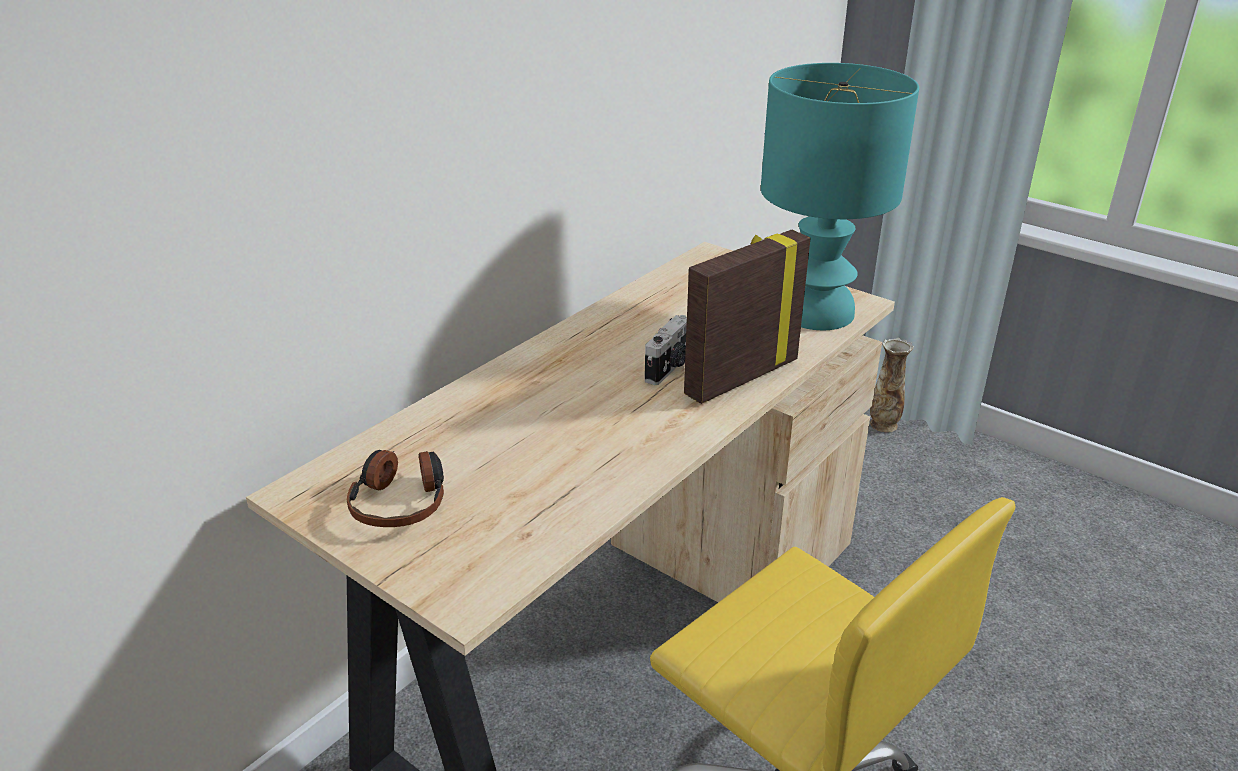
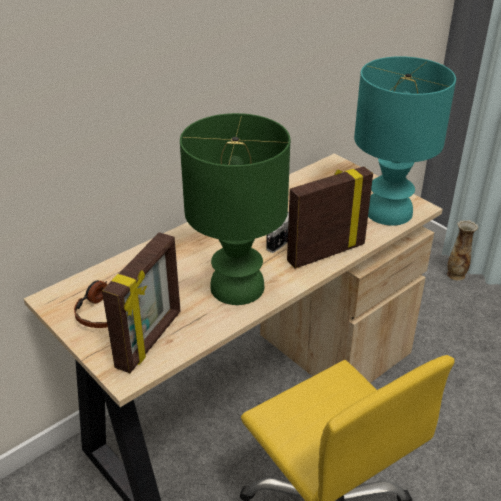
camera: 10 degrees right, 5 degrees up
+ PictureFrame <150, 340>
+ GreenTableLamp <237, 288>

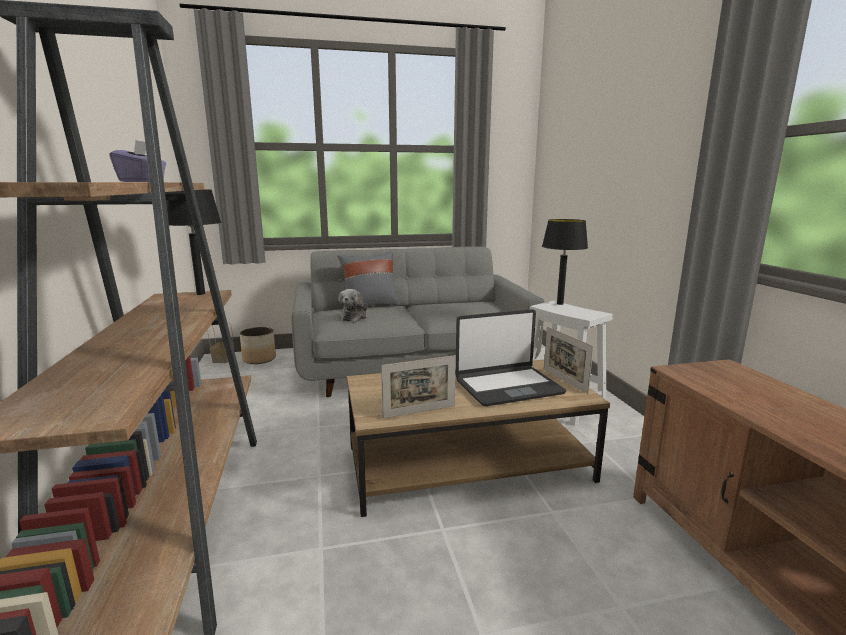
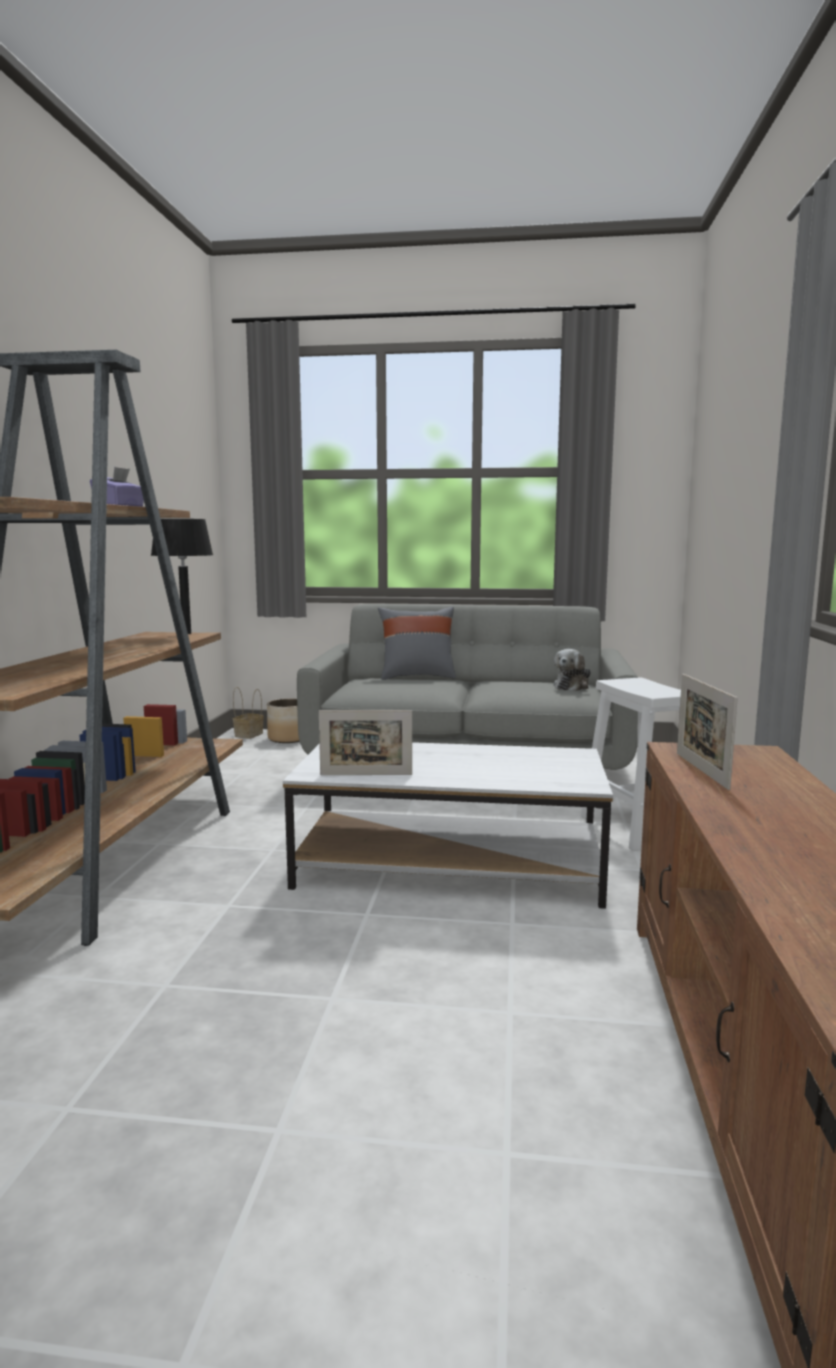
camera: 20 degrees right, 5 degrees down
~ PlushToy <354, 317> to <572, 686>
~ BrownCoffeeTable <467, 463> to WhiteCoffeeTable <450, 865>
- Laptop <507, 386>
- BlackTableLamp <559, 304>
~ PictureFrame <564, 381> to <701, 770>

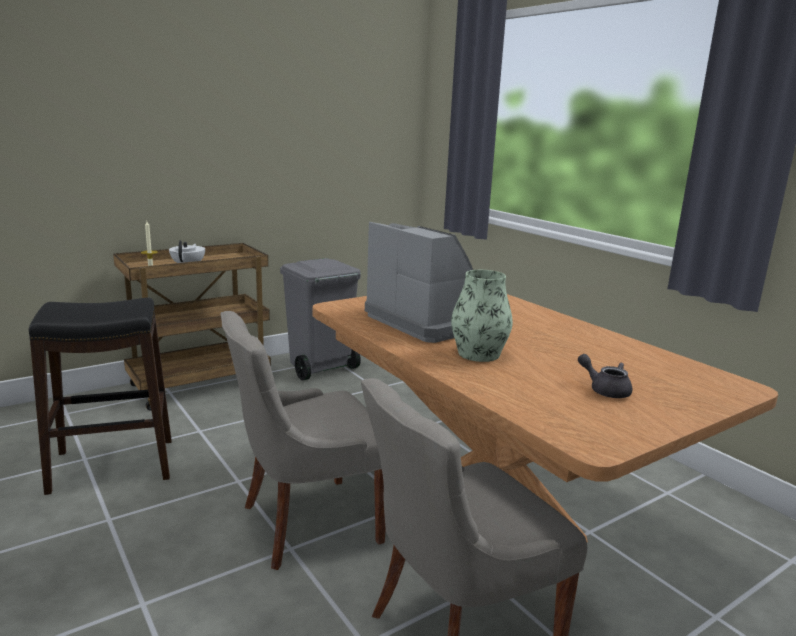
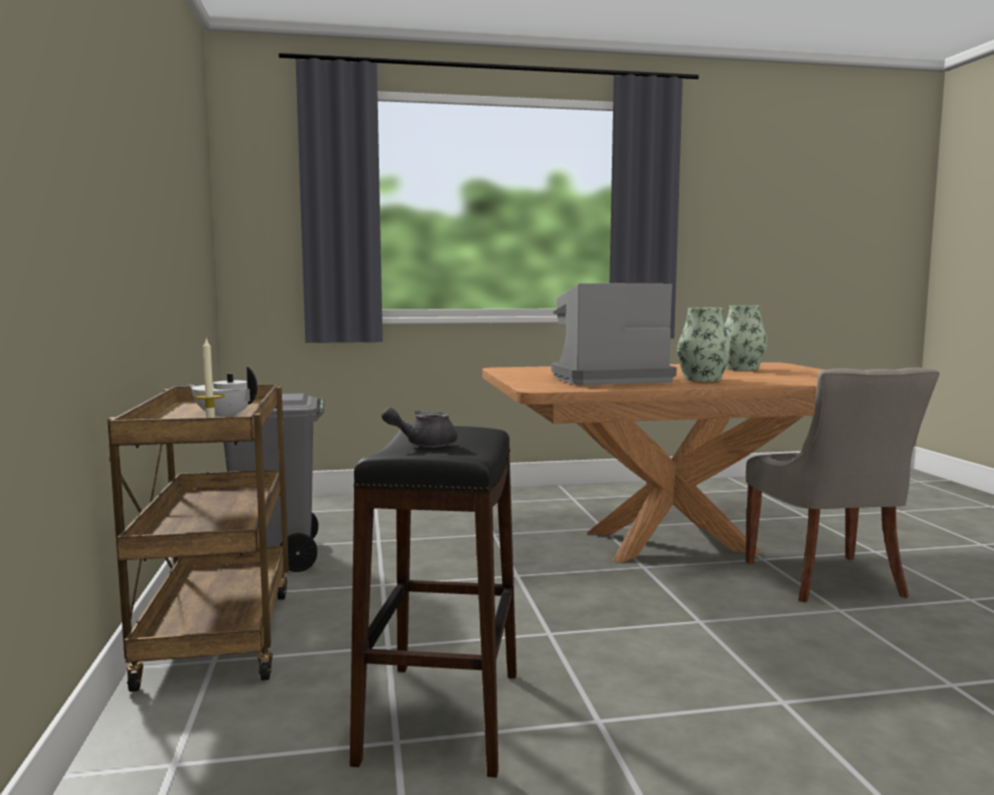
camera: 65 degrees left, 10 degrees down
- GreyChair <307, 523>
~ GreyTeapot <605, 390> to <423, 444>
+ Vase <741, 368>

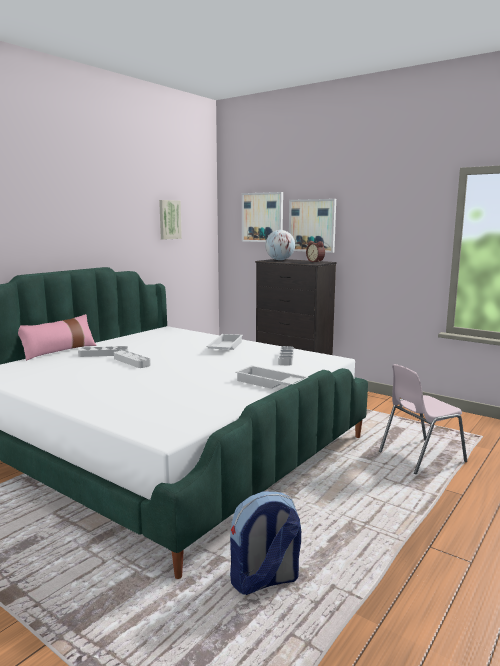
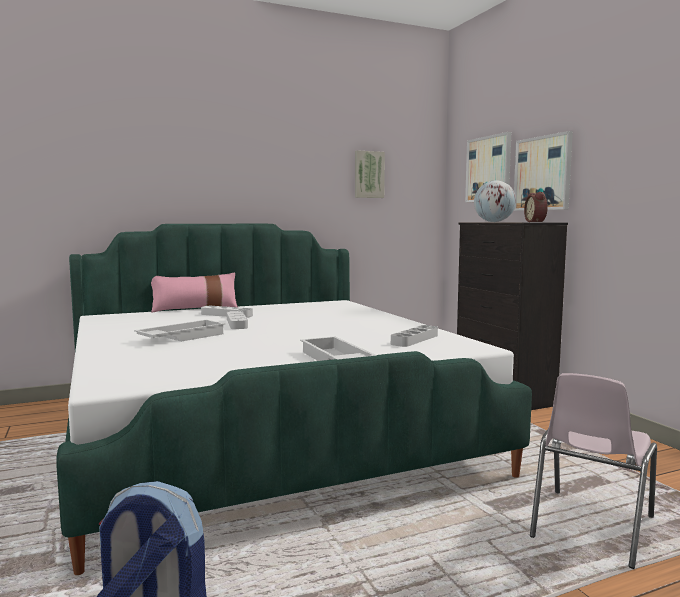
camera: 30 degrees right, 5 degrees down
~ WhiteTray <224, 347> to <181, 337>
~ PinkChair <420, 456> = <590, 527> 60 degrees counterclockwise

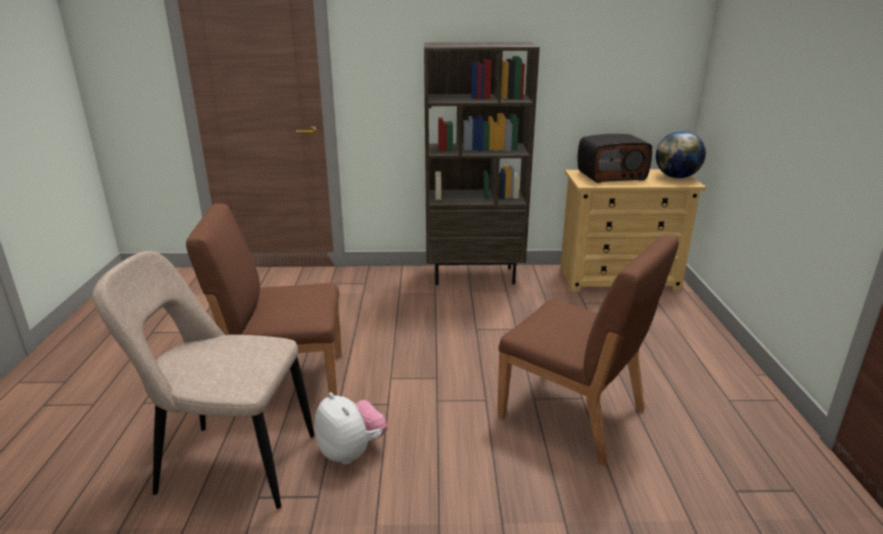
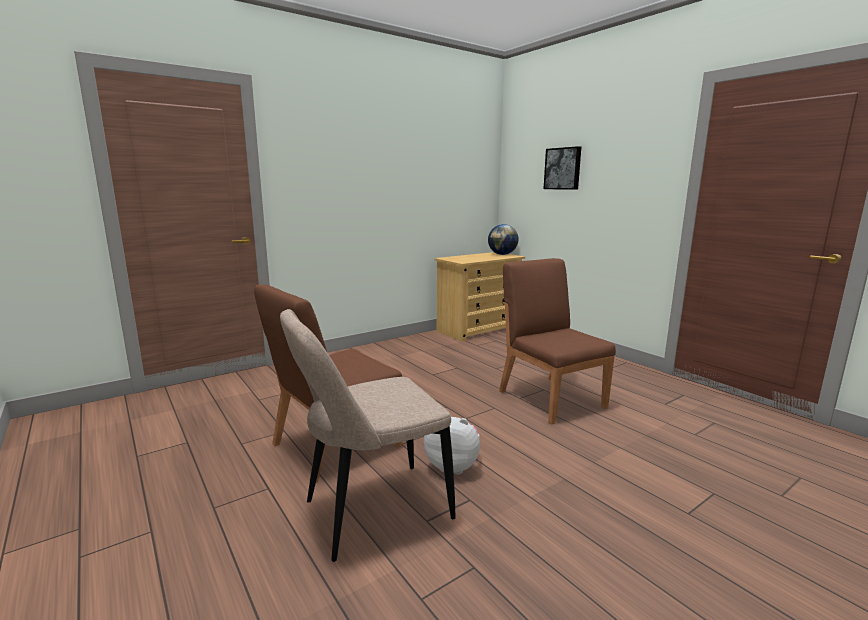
camera: 35 degrees left, 10 degrees down
- BrownBookcase <474, 275>
~ BrownChair <573, 414> = <550, 398> 120 degrees counterclockwise
- Radio <611, 175>
+ Picture <563, 168>

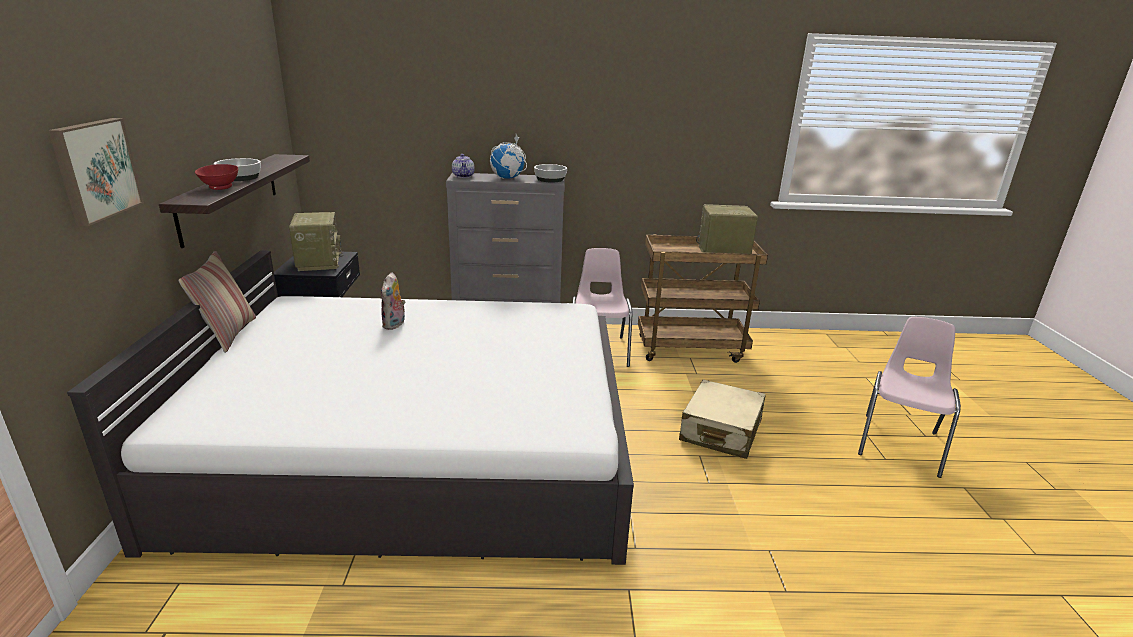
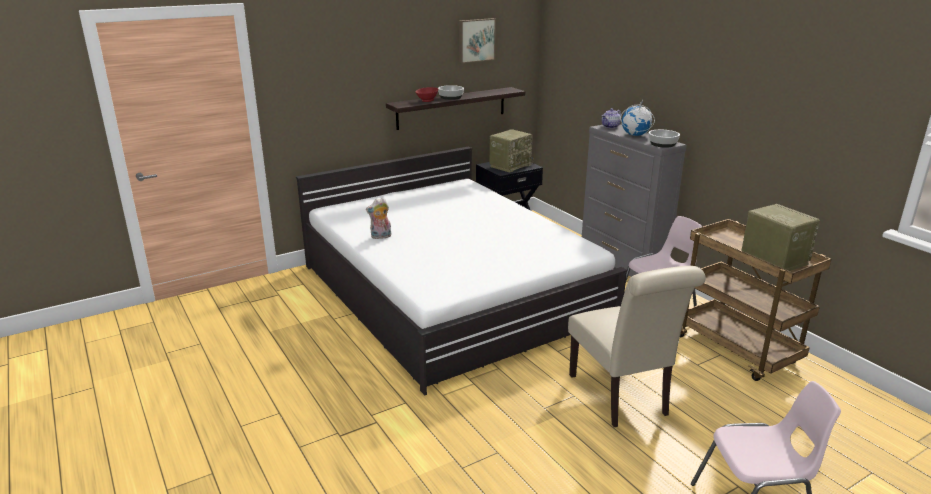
camera: 60 degrees right, 0 degrees up
~ Picture <95, 170> to <476, 40>
- Pillow <228, 334>
~ PlushToy <394, 325> to <380, 237>
~ BeigeSuitcase <720, 431> to BeigeChair <621, 398>

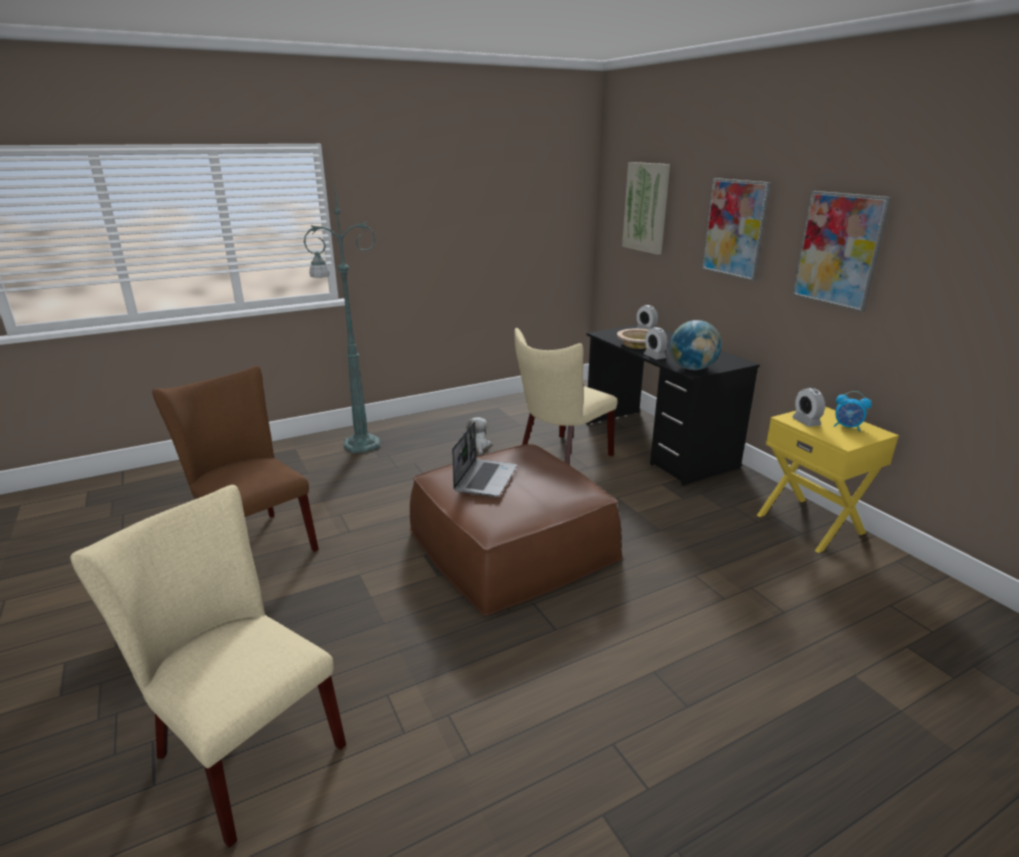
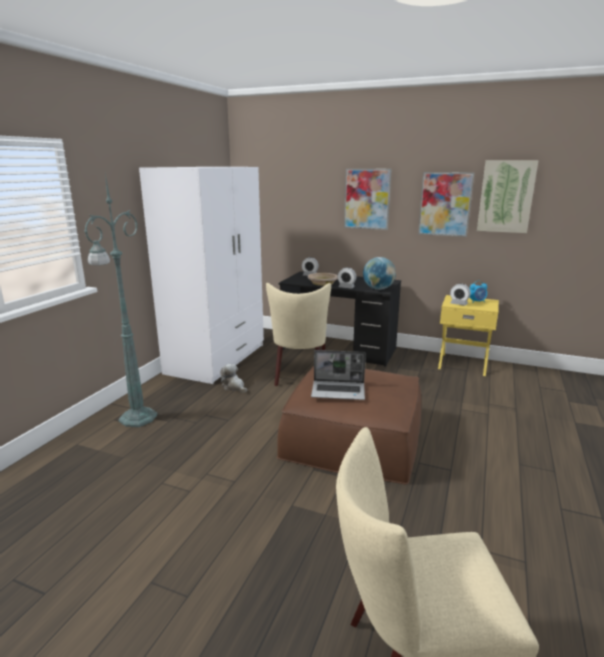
camera: 40 degrees left, 5 degrees down
- BrownChair <253, 543>
~ Laptop <485, 478> = <339, 391> 120 degrees clockwise
~ Picture <646, 207> to <506, 196>
+ WhiteWardrobe <217, 359>

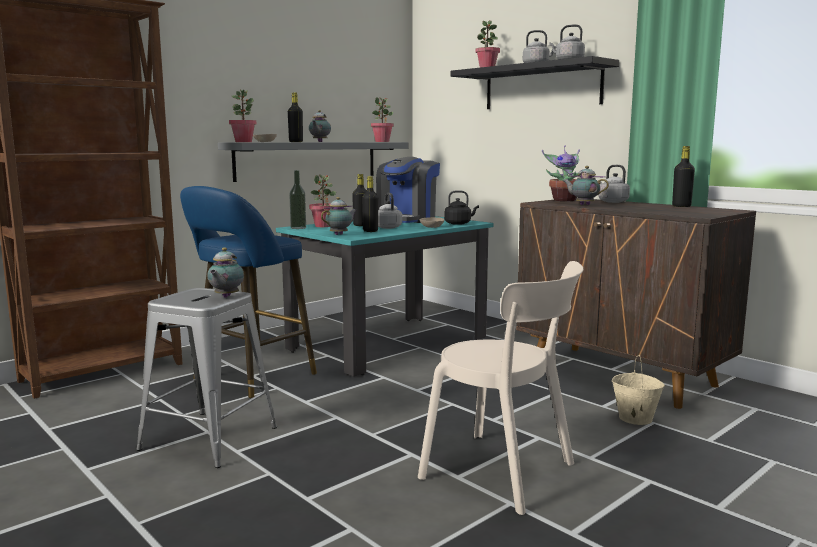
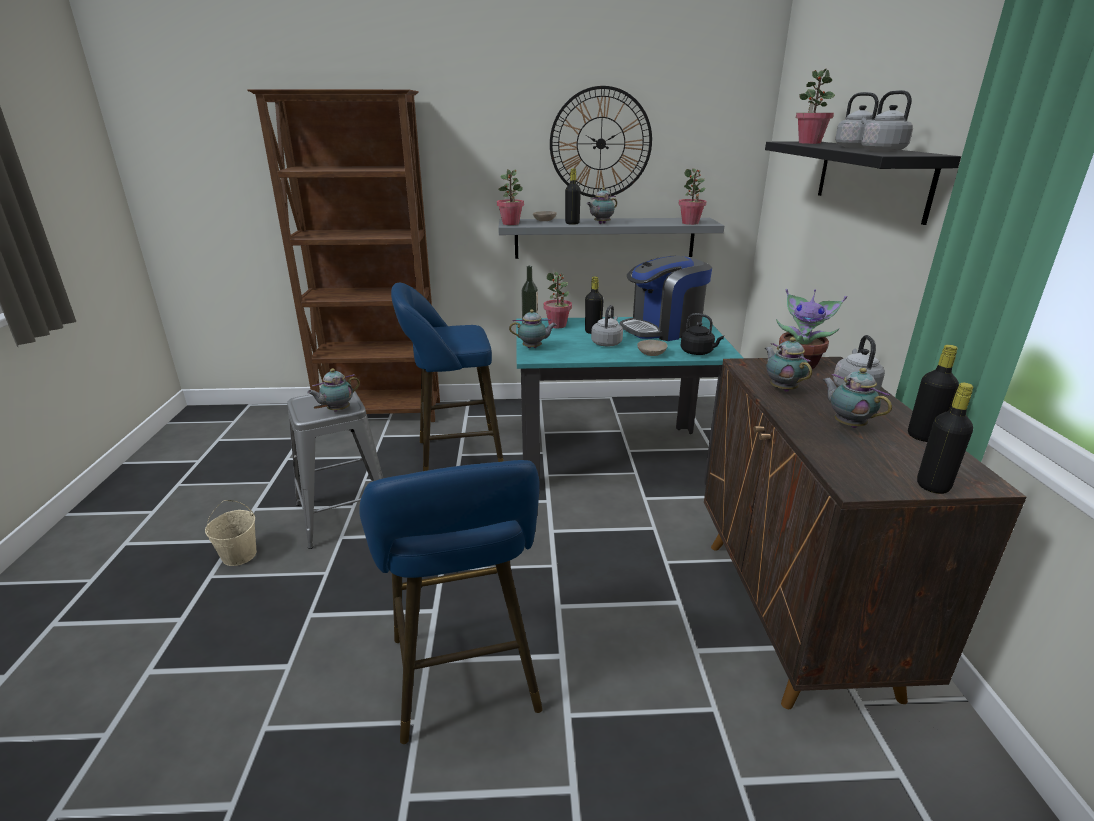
camera: 40 degrees right, 15 degrees up
~ BlackBottle <370, 231> to <933, 486>
~ BeigeChair <504, 473> to BlueStool <465, 681>
~ BeigeBucket <634, 418> to <239, 555>
+ WallClock <600, 143>
+ Teapot <847, 424>

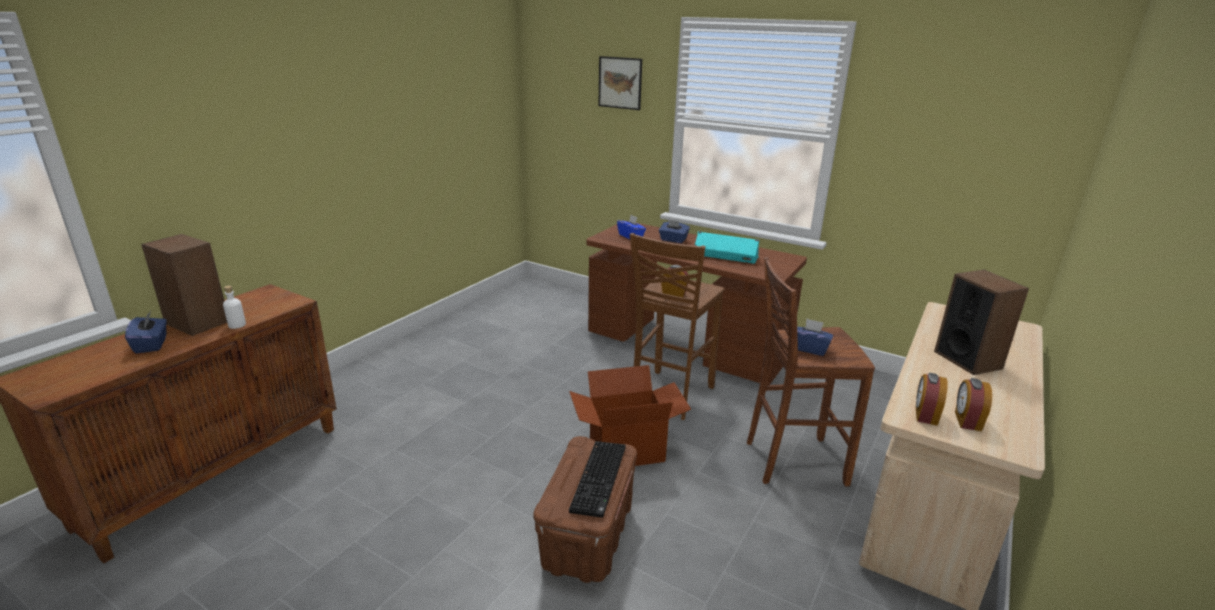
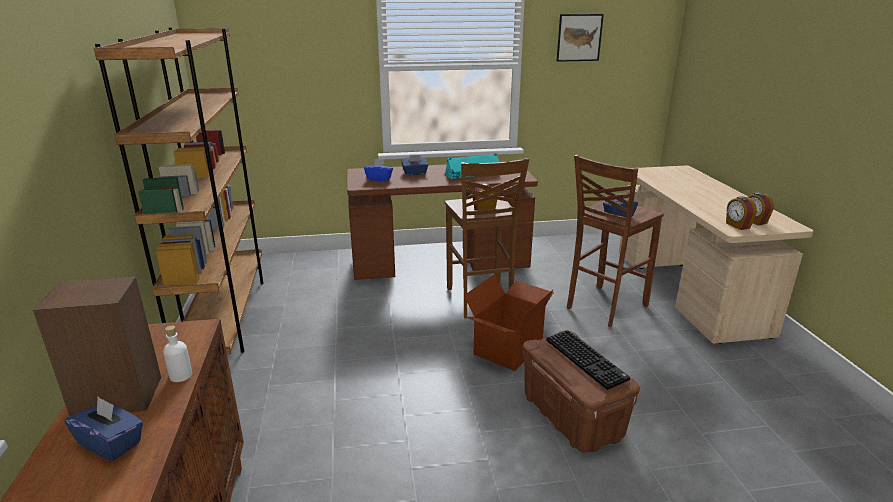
camera: 40 degrees left, 0 degrees up
~ Picture <620, 83> to <579, 37>
- Speaker <967, 360>
+ BrownBookcase <225, 316>

